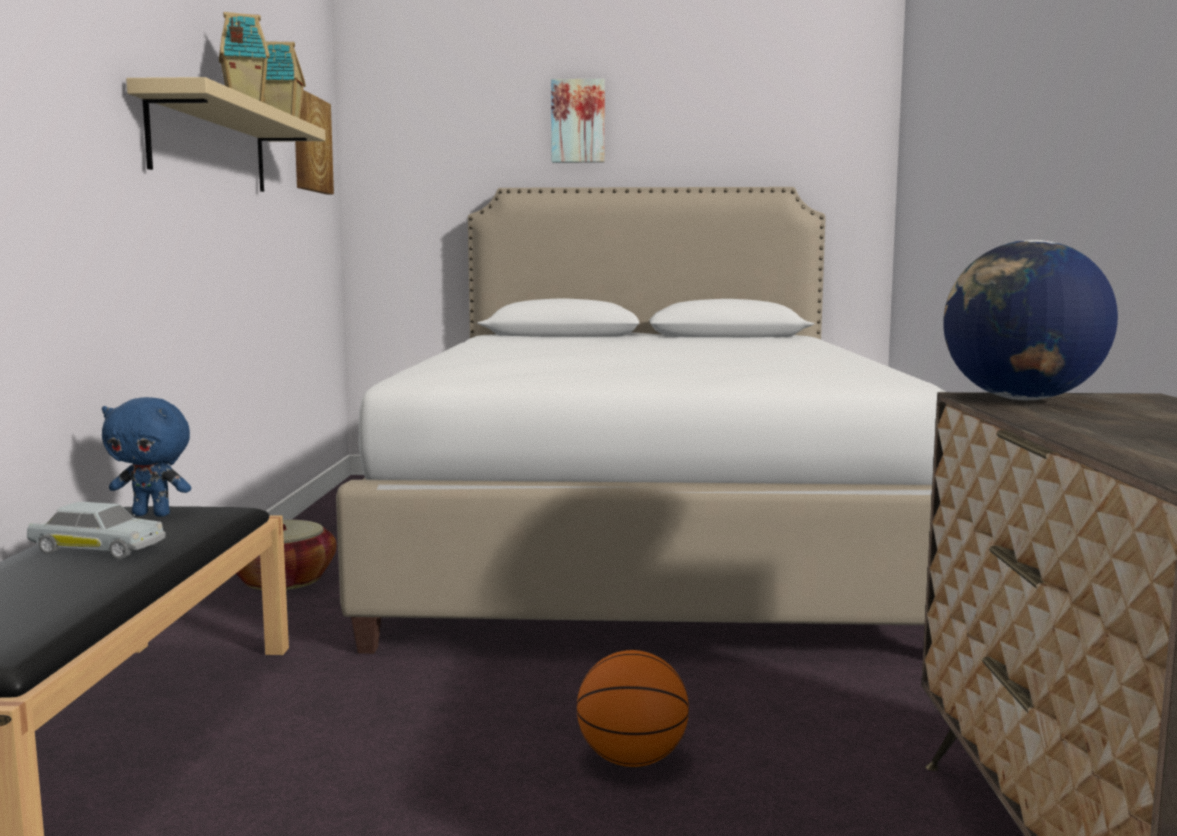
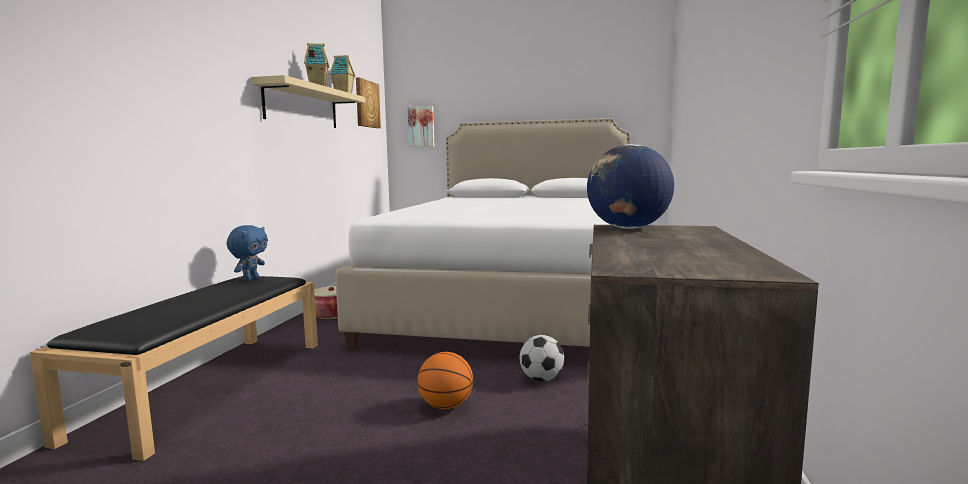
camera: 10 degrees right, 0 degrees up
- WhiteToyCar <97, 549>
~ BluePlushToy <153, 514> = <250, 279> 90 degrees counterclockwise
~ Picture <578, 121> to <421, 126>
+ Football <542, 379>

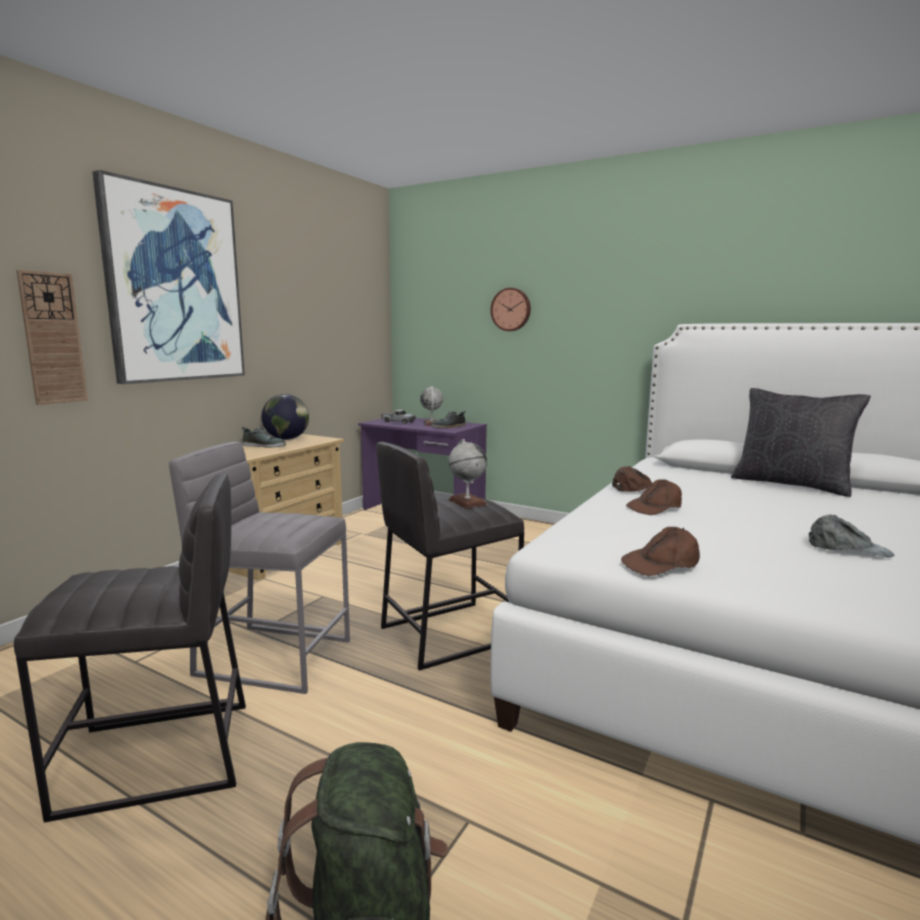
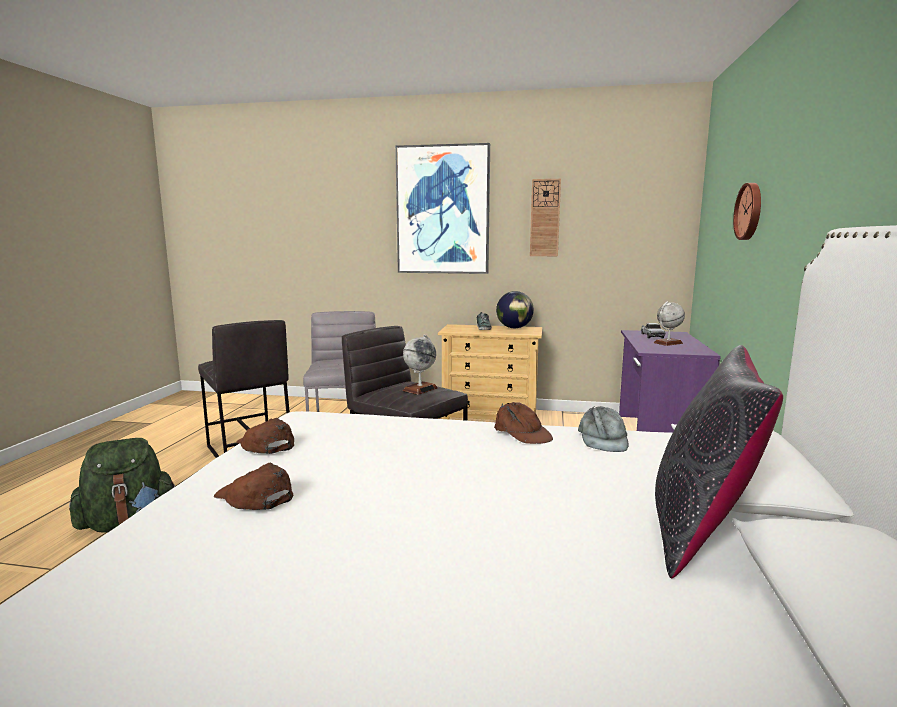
camera: 70 degrees right, 0 degrees up
~ WallClock <53, 338> to <545, 218>
- Shoe <449, 427>
~ BrownCap <655, 507> to <254, 496>
~ GreyCap <848, 548> to <602, 439>

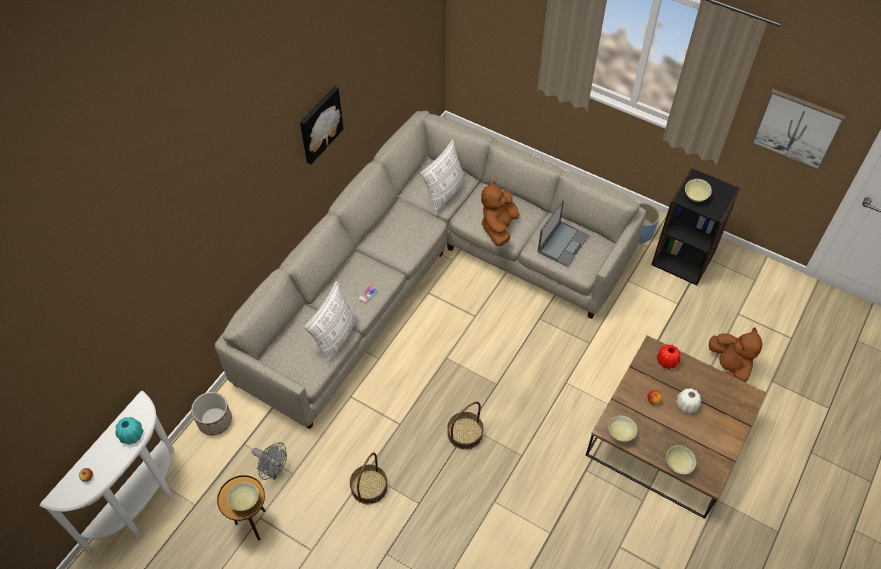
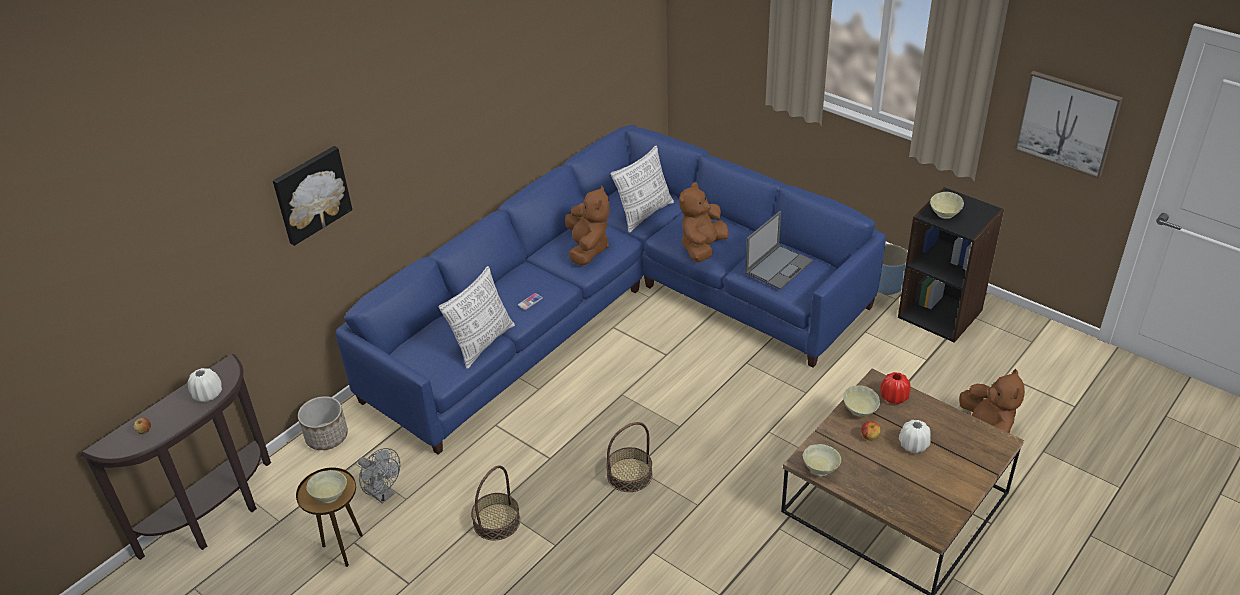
camera: 10 degrees right, 15 degrees down
~ WhiteConsoleTable <142, 506> to BrownConsoleTable <217, 516>
~ TurquoiseVase <132, 435> to WhiteVase <208, 394>
~ GreySofa <427, 273> to BlueSofa <616, 308>
~ Picture <319, 124> to <311, 194>
~ BeigeBowl <678, 465> to <859, 411>
+ BrownPlushToy <587, 249>

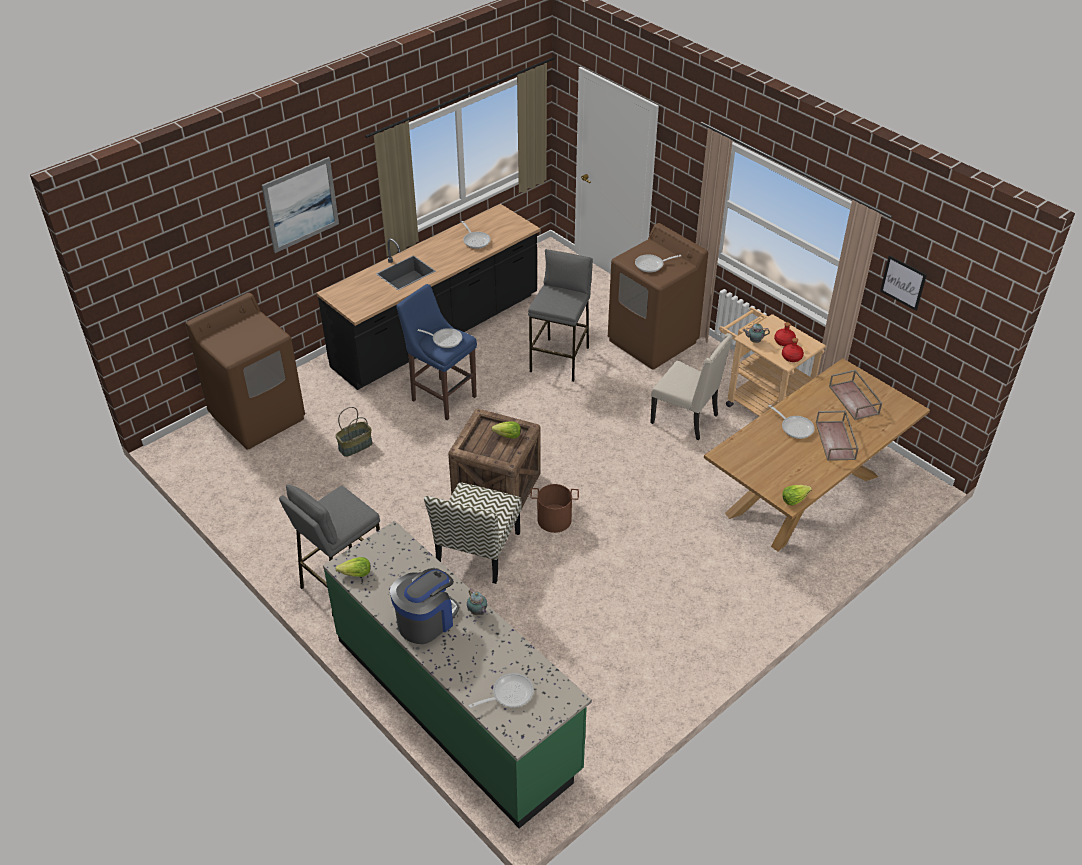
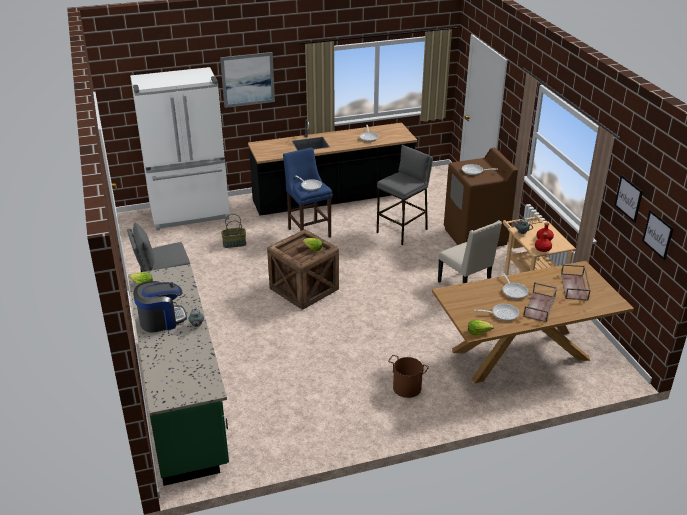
camera: 25 degrees right, 10 degrees down
~ BrownWashingMachine <258, 416> to WhiteFridge <190, 214>
- Chair <478, 551>
~ FryingPan <509, 694> to <502, 314>
~ BrownBucket <554, 519> to <407, 387>
+ Picture <657, 234>

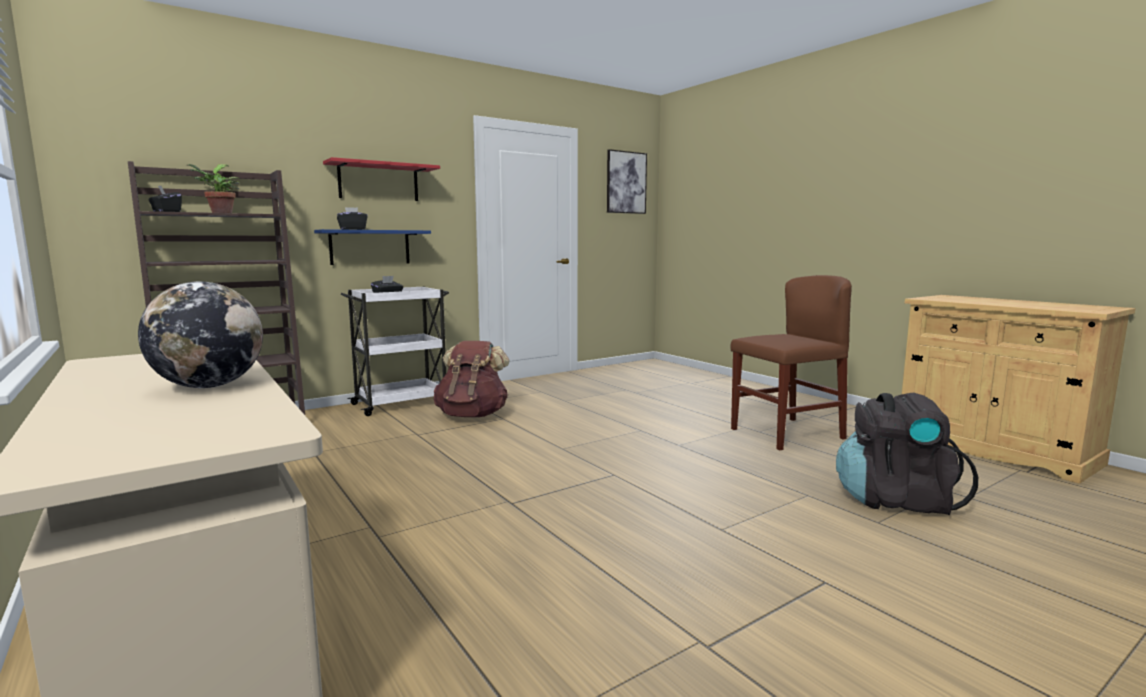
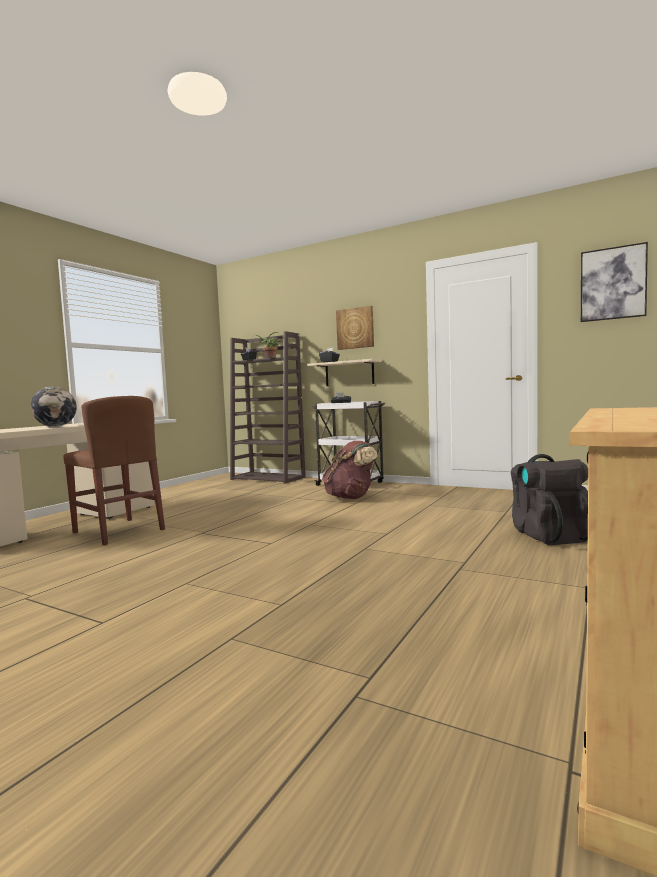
camera: 65 degrees right, 5 degrees down
~ BlueShelf <370, 247> to BeigeShelf <349, 373>
~ RedShelf <378, 182> to Picture <355, 328>
~ BrownChair <786, 433> to <118, 531>
~ BlackBackpack <895, 500> to <548, 535>

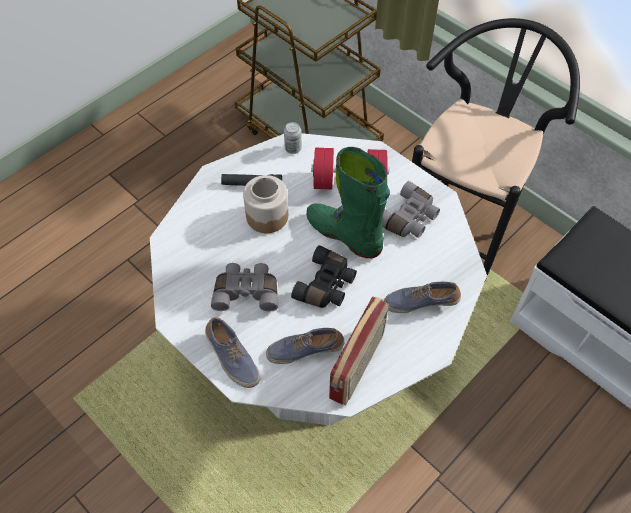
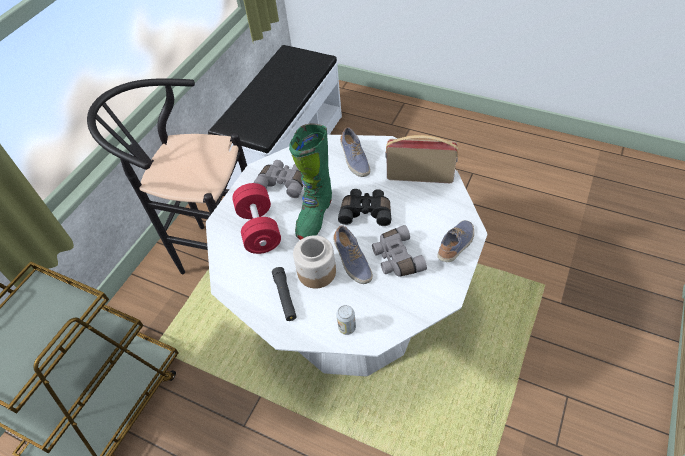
camera: 105 degrees left, 5 degrees down
~ Shoe <305, 349> to <352, 261>
~ Can <293, 148> to <347, 327>

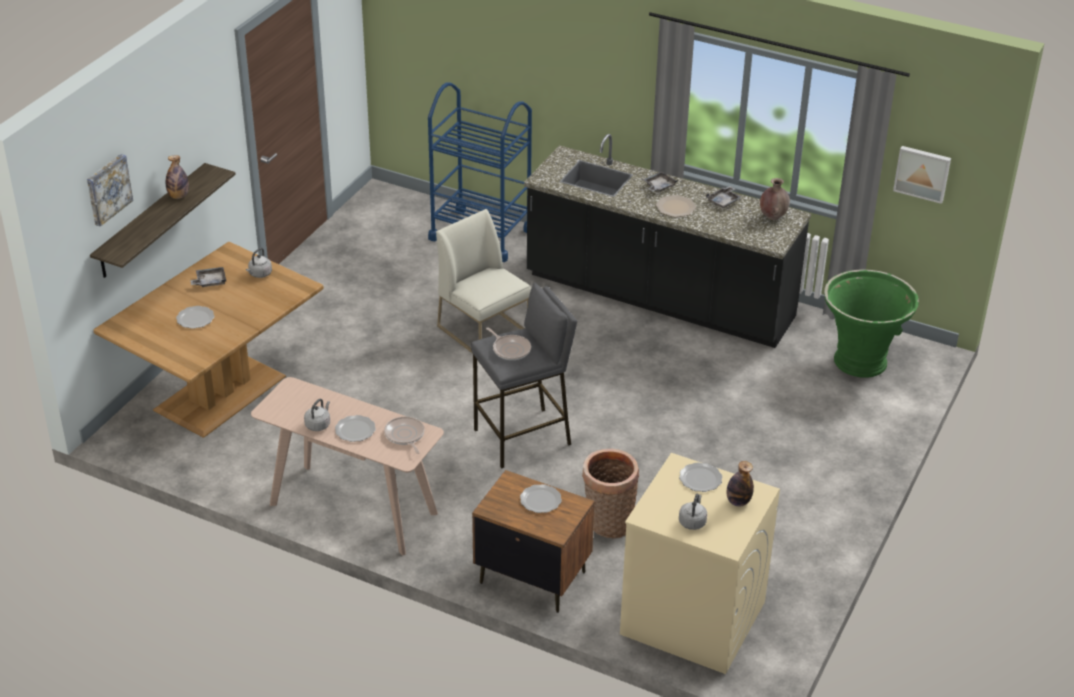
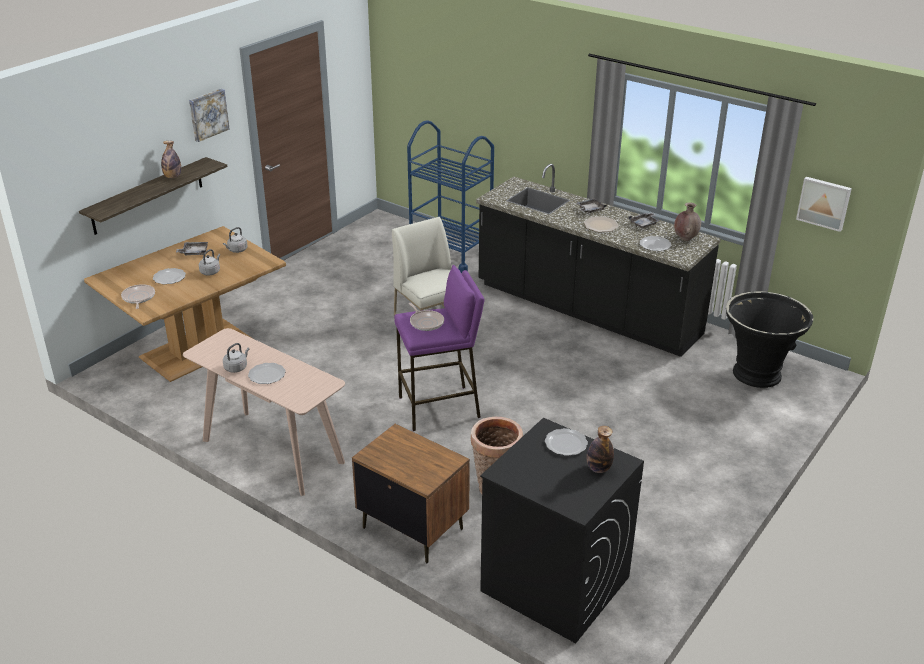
camera: 10 degrees right, 5 degrees down
~ Picture <107, 189> to <208, 114>
~ FryingPan <405, 435> to <138, 298>
~ GreyStool <523, 437> to PurpleStool <440, 408>
~ Plate <541, 500> to <655, 245>
~ BeigeWashingMachine <691, 618> to BlackWashingMachine <554, 584>
~ GreyKettle <692, 521> to <211, 272>
~ GreenPlanter <860, 361> to BlackPlanter <757, 374>

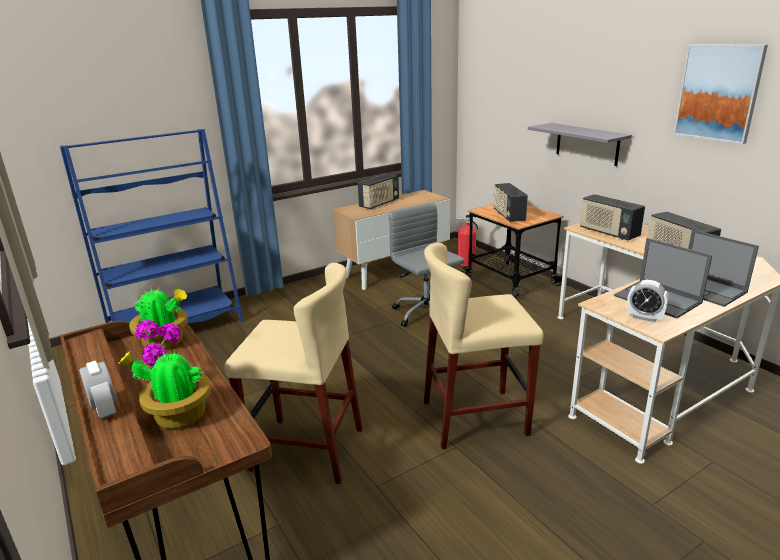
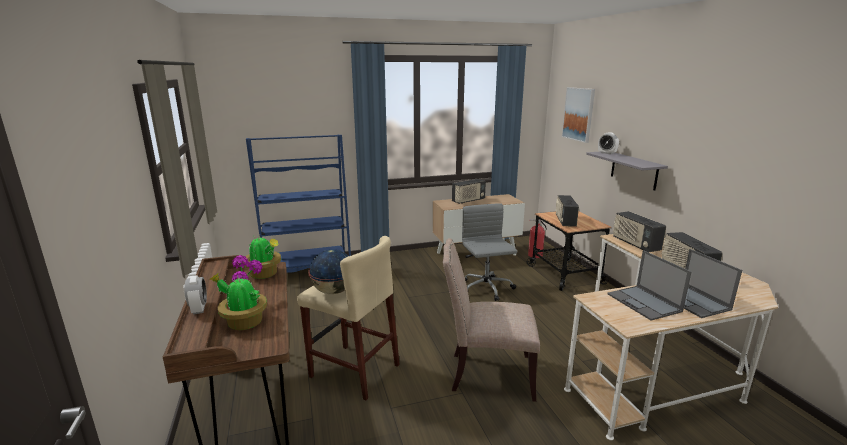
camera: 15 degrees right, 5 degrees down
~ BeigeStool <475, 418> to BeigeChair <487, 374>
~ AlarmClock <644, 317> to <607, 153>
~ Picture <718, 92> to <578, 114>
+ Globe <334, 291>

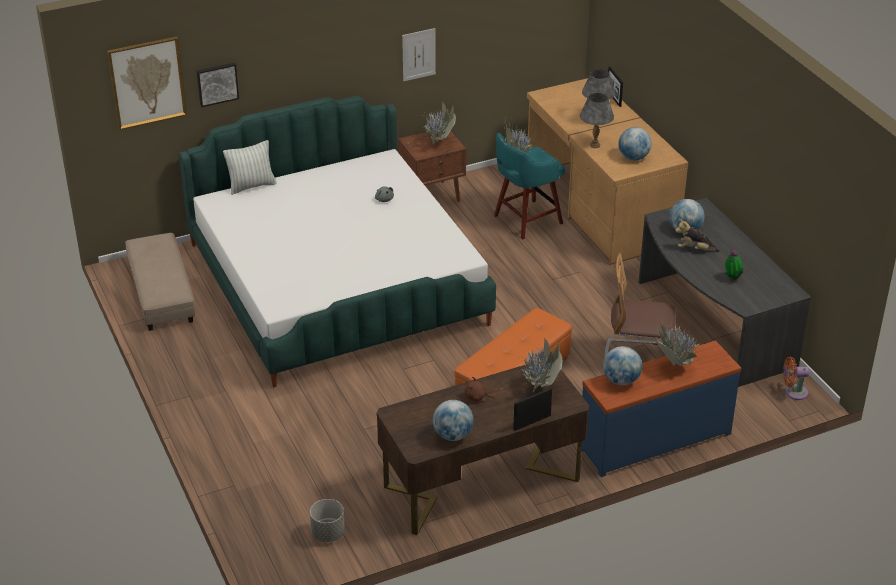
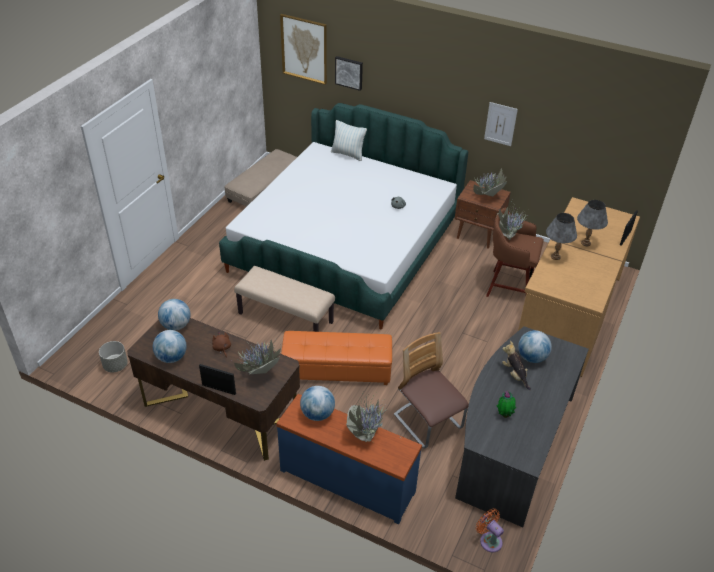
camera: 50 degrees right, 5 degrees up
~ TurquoiseStool <526, 220> to BrownStool <508, 287>
~ Globe <633, 157> to <176, 325>
+ BeigeBench <286, 318>

